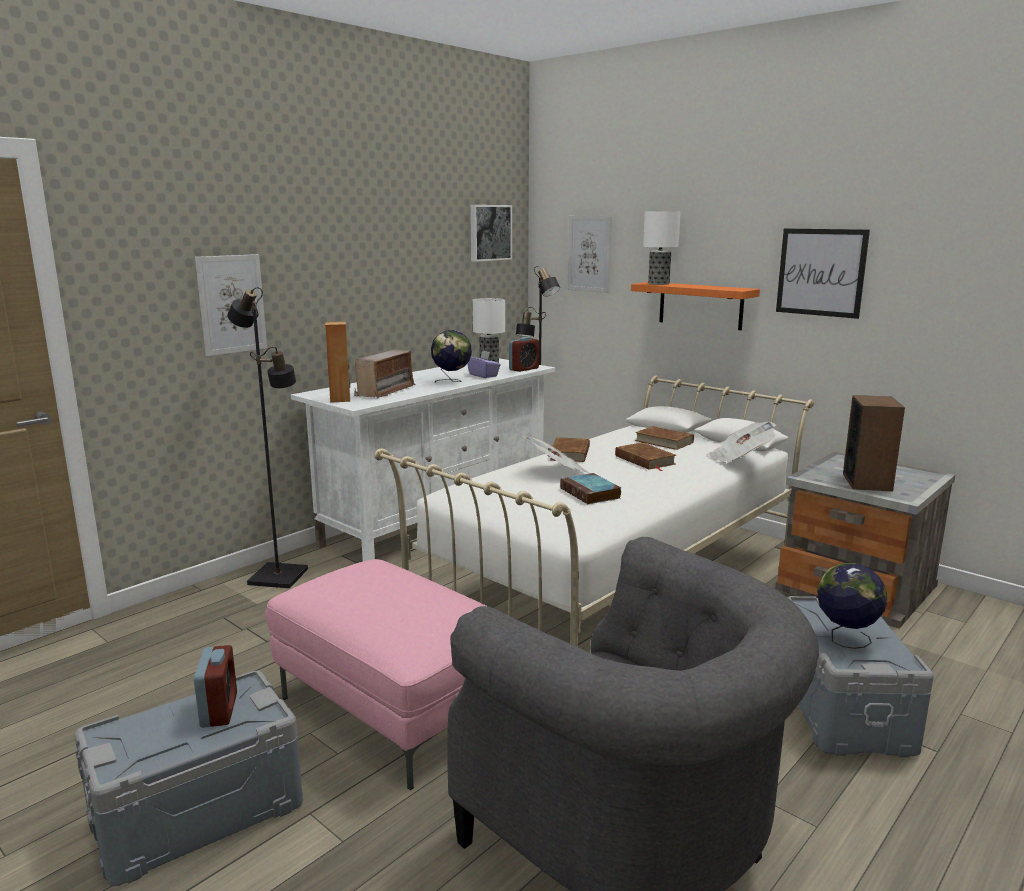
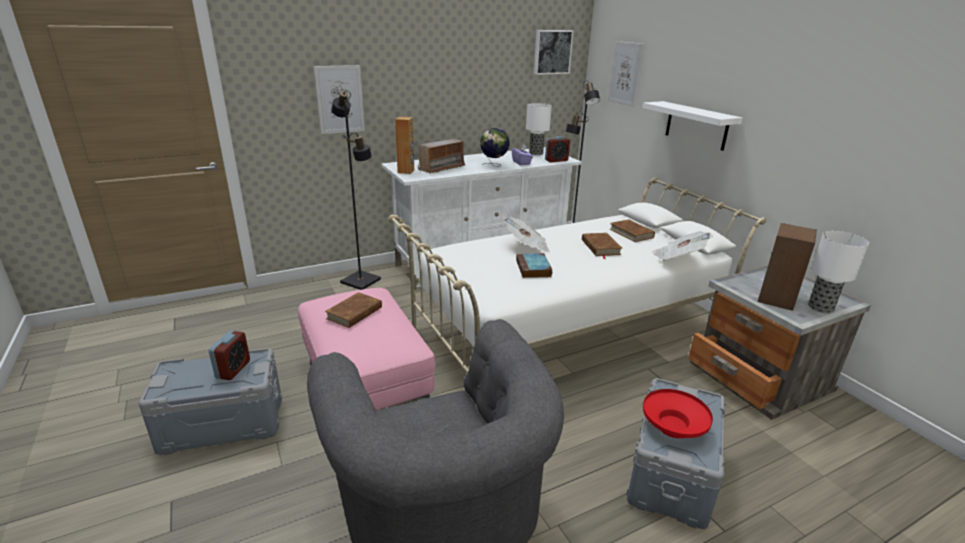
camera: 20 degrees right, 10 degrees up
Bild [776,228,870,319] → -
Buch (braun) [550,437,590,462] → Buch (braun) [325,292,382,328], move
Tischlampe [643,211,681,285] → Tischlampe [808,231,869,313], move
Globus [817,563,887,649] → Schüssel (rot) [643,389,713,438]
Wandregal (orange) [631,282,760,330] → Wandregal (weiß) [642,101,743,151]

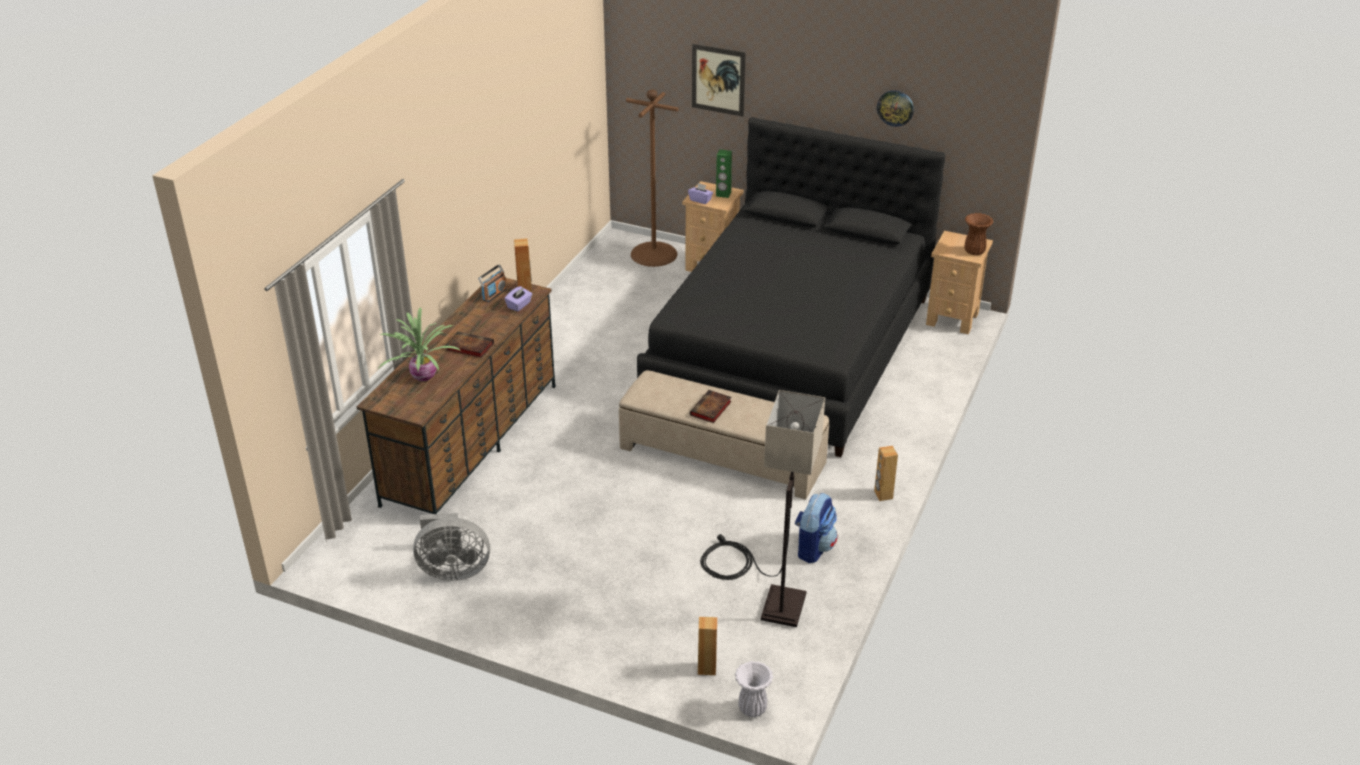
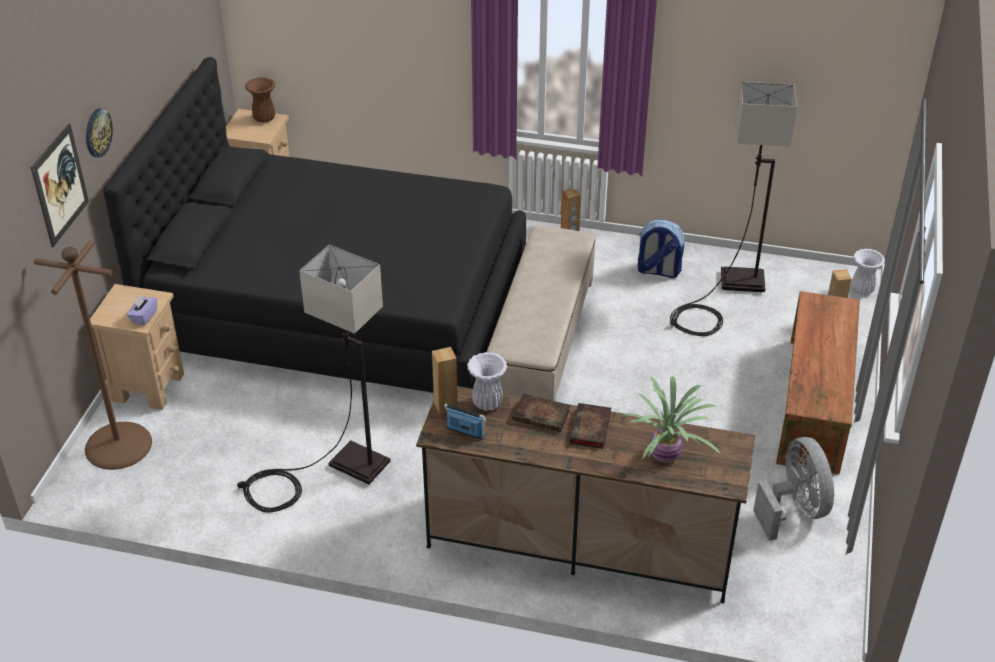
camera: 100 degrees left, 5 degrees up
Lautsprecher (grün) [716,149,732,198] → -
- → Stehlampe [237,245,391,512]
- → Bank (braun) [776,291,860,474]
Buch [690,390,732,423] → Buch [513,394,570,432], move
Wanduhr [877,90,914,127] → Wanduhr [86,109,113,158], move
Taschentuchbox (lila) [505,286,532,311] → Vase (weiß) [467,352,507,411]

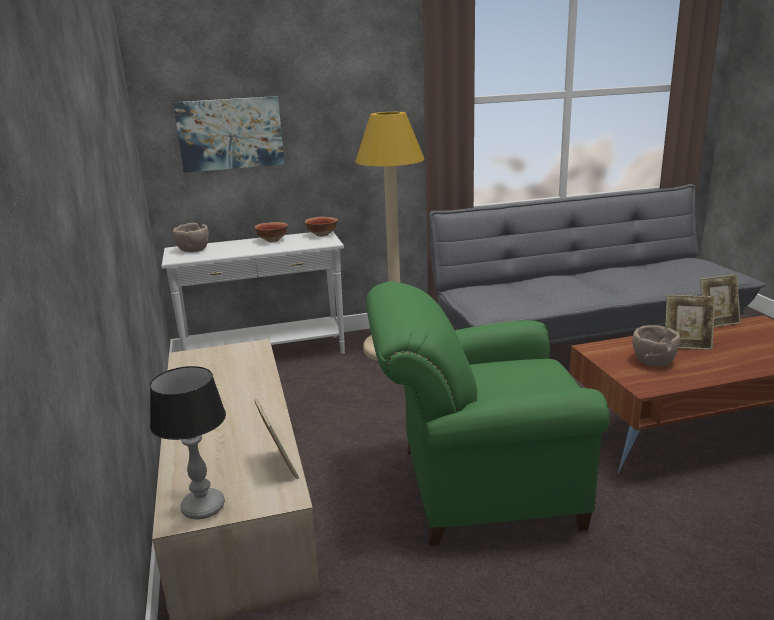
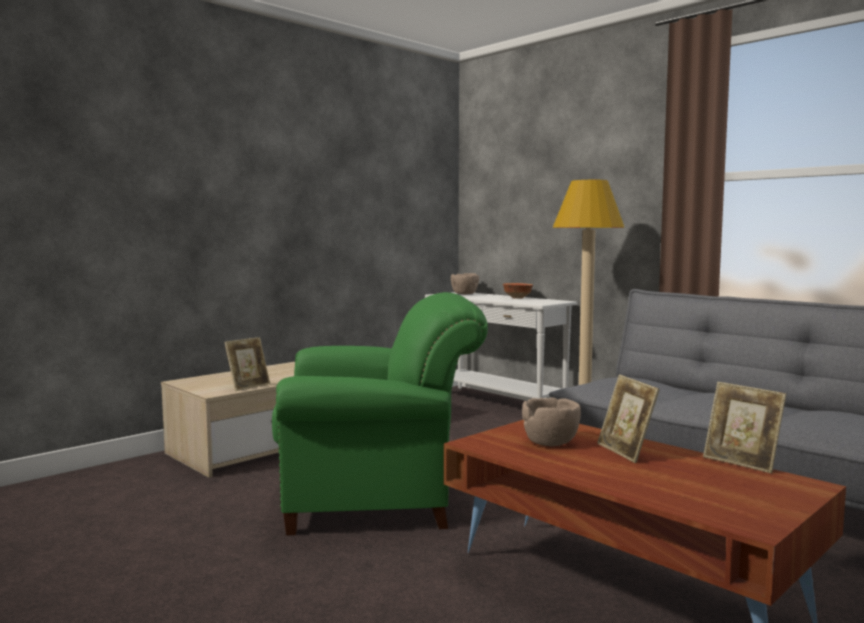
camera: 60 degrees right, 15 degrees down
Tischlampe [150,366,226,520] → -
Bild [173,96,284,173] → -
Schüssel [305,217,338,237] → -
Sessel (grün) [366,281,610,546] → Sessel (grün) [272,292,488,535], 120 degrees clockwise

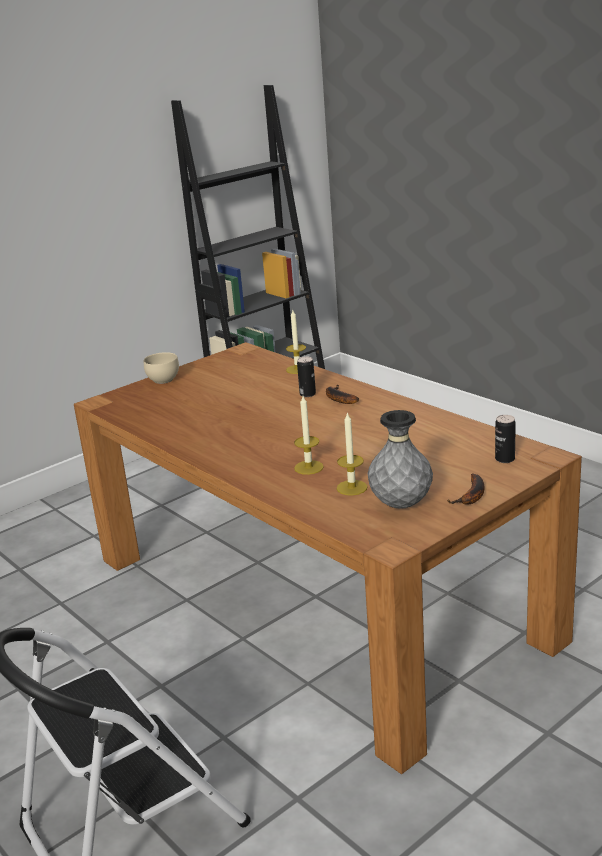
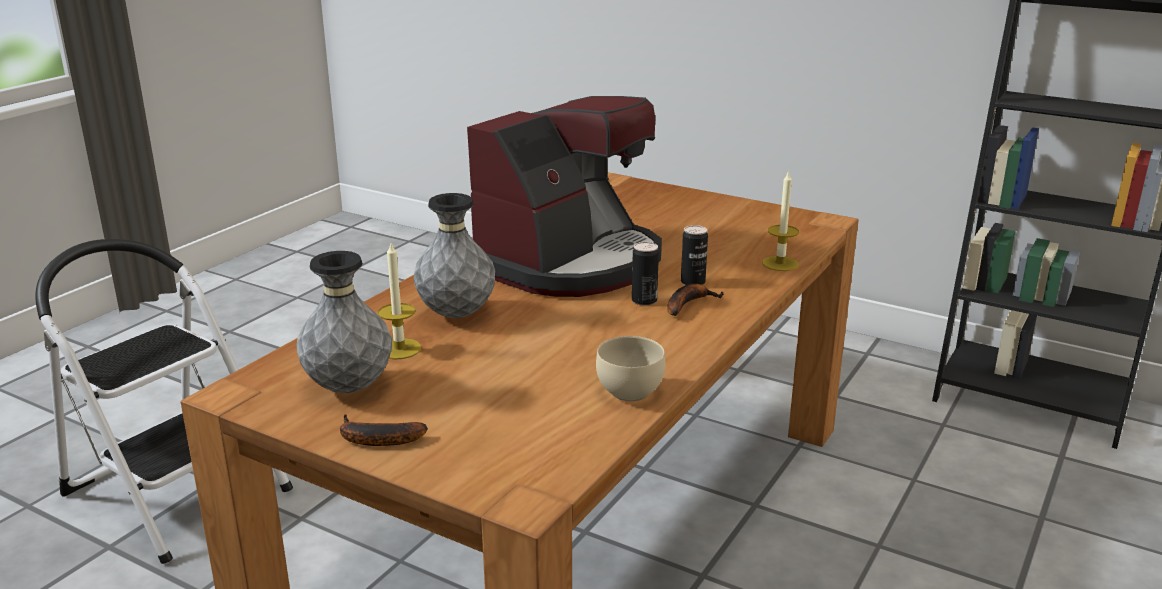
camera: 70 degrees right, 0 degrees up
- → Kaffeemaschine [467,96,662,297]
Schüssel (beige) [144,352,179,384] → Schüssel (beige) [596,336,665,401], move
Dose [495,415,516,463] → Dose [632,242,659,306], move
Kerze [294,396,324,475] → Vase (grau) [413,193,495,318]

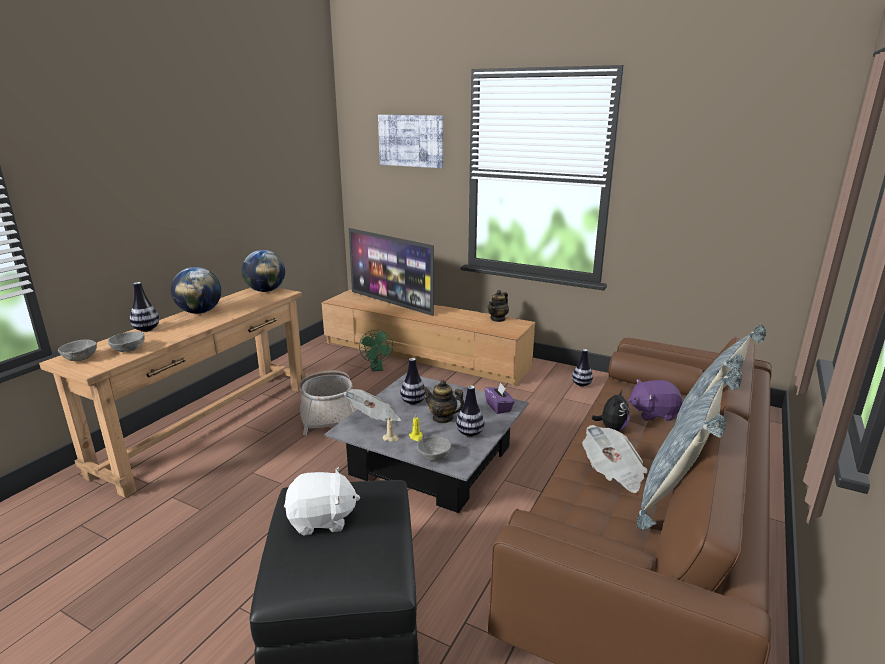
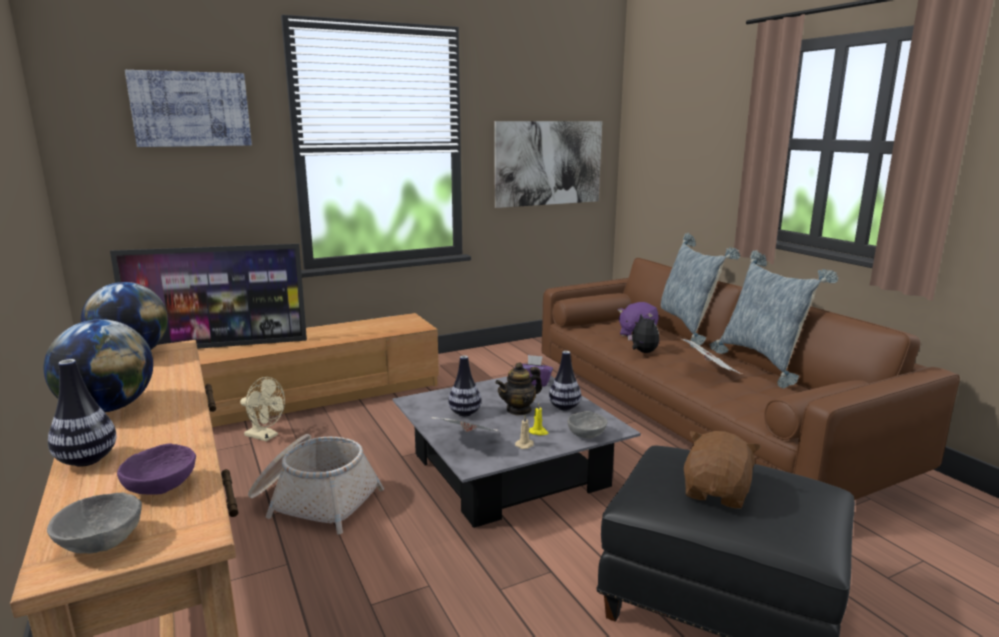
camera: 55 degrees left, 5 degrees down
Teekanne [488,290,509,322] → -
Vase [572,349,593,387] → -
- → Bild [494,121,602,208]
Schüssel (grau) [108,332,145,352] → Schüssel (lila) [117,443,196,495]
Plüschtier (weiß) [284,467,360,535] → Plüschtier (braun) [684,431,760,509]
Ventilator (grün) [359,330,393,371] → Ventilator (beige) [240,377,285,441]

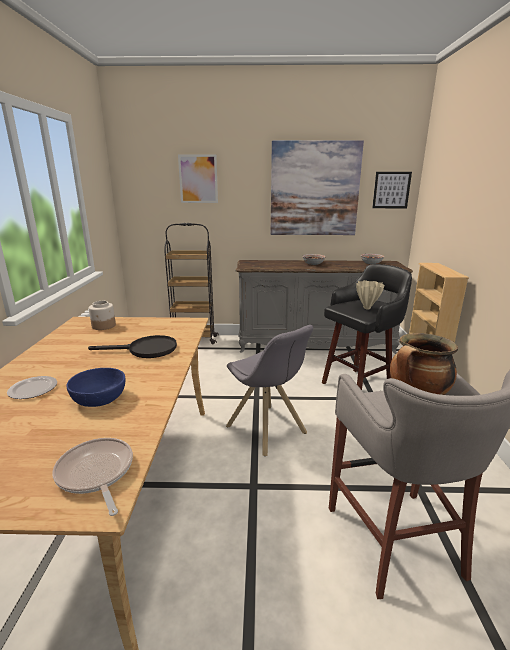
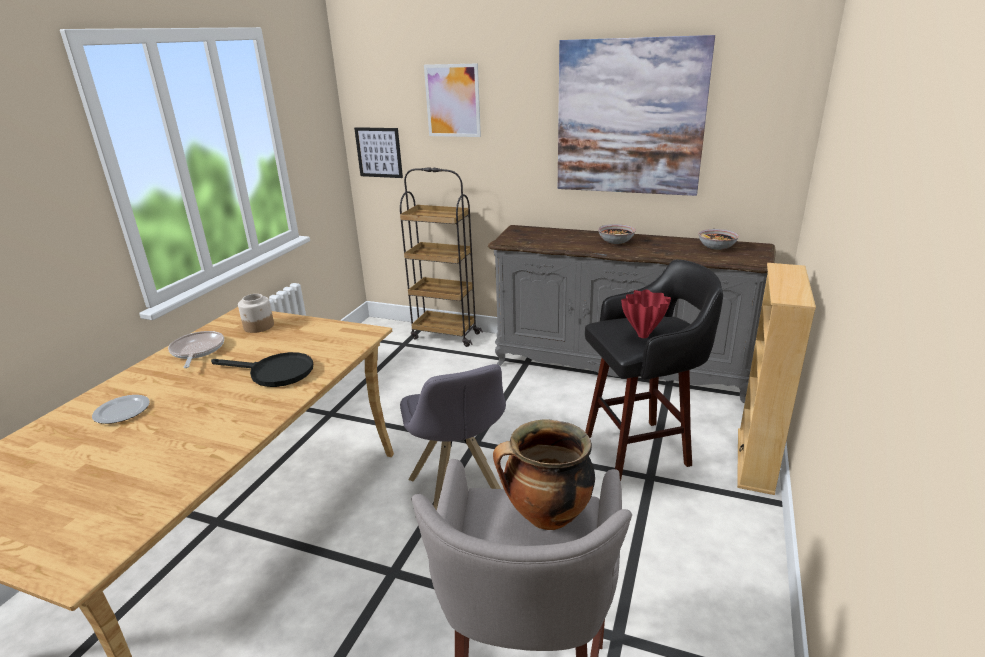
camera: 20 degrees right, 5 degrees up
Schüssel (blau) [66,368,125,407] → -
Pfanne [52,438,133,516] → Pfanne [168,331,224,368], move
Bild [372,172,412,208] → Bild [354,127,403,178], move
Vase (beige) [356,280,384,309] → Vase (rot) [621,289,671,338]

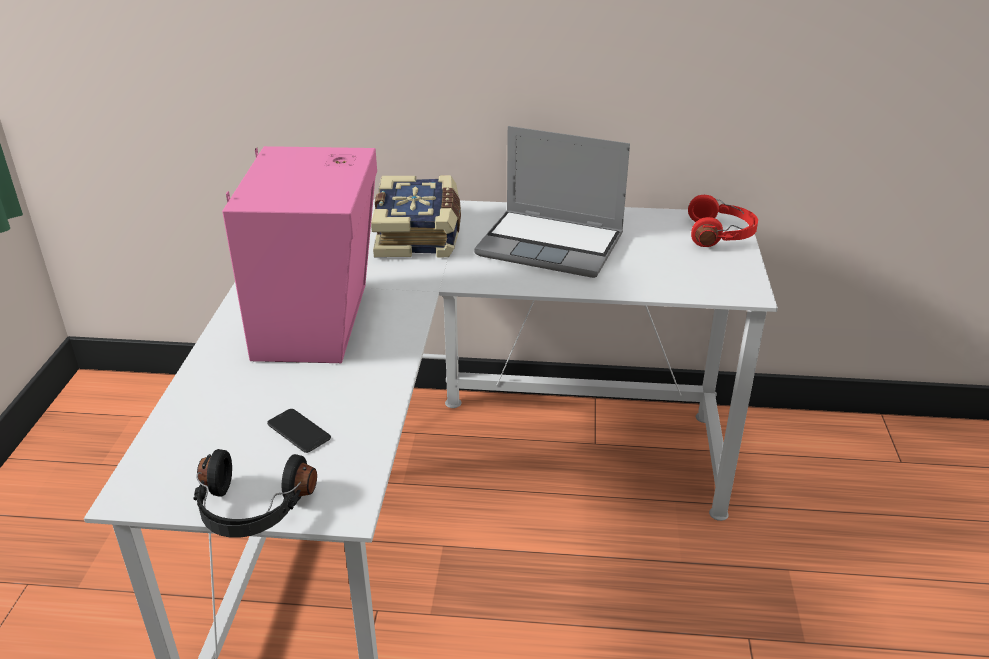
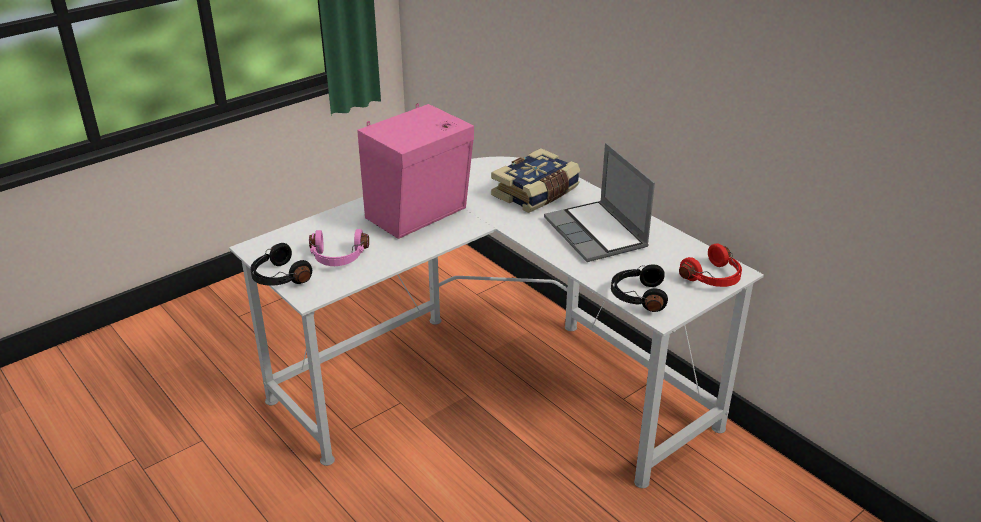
camera: 45 degrees right, 0 degrees up
- → Kopfhörer (schwarz) [611,265,668,312]
Handy [267,409,331,453] → Kopfhörer (rosa) [309,229,369,266]

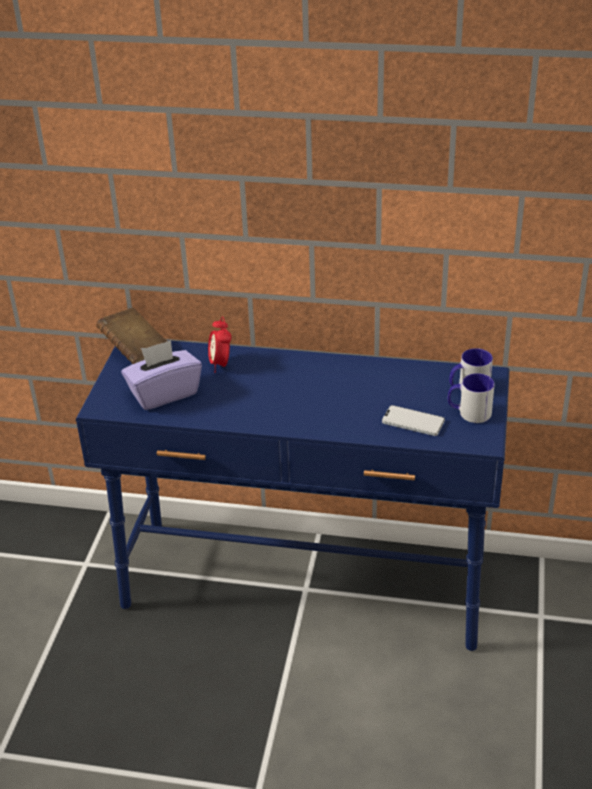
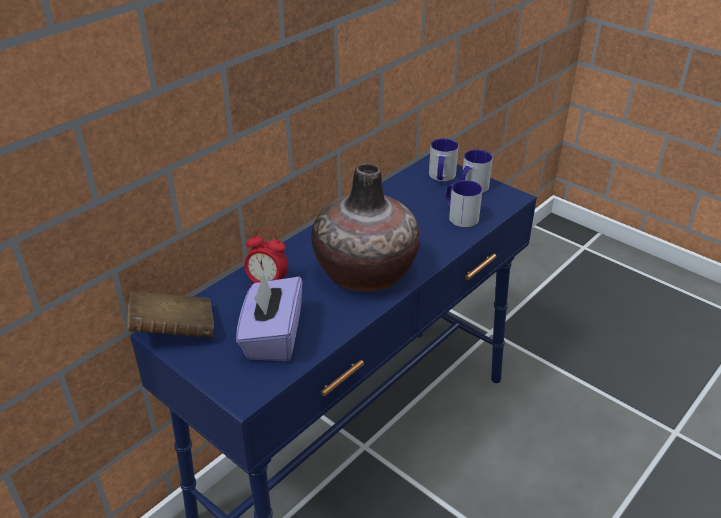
camera: 60 degrees left, 0 degrees up
- → Vase [311,164,420,291]
Handy [382,405,445,436] → Henkelbecher [446,180,482,227]

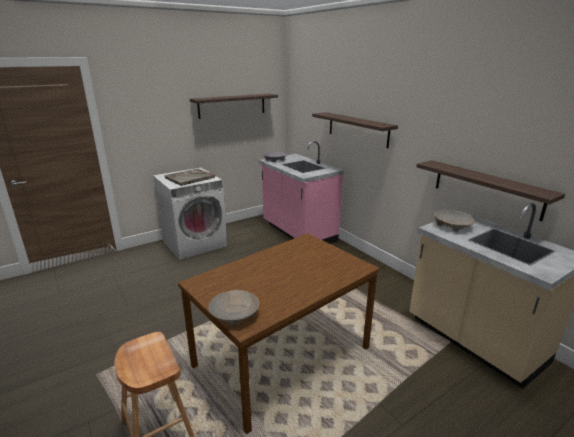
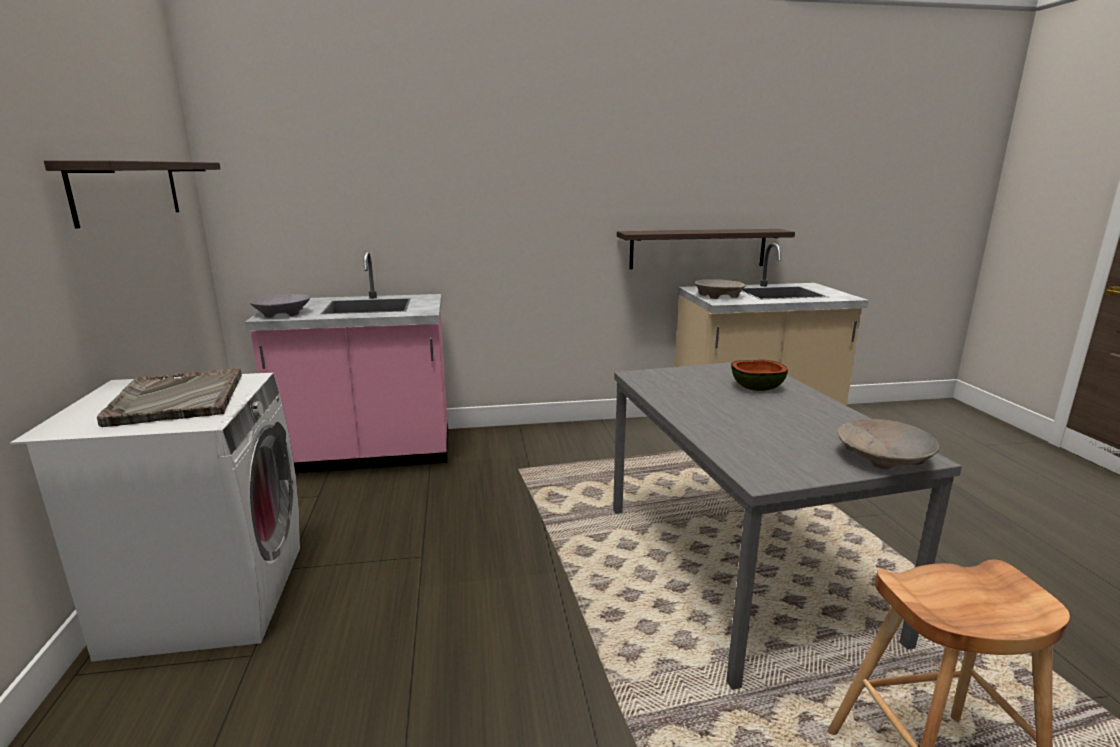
camera: 65 degrees left, 5 degrees down
Wandregal [312,112,398,148] → -
- → Schüssel [731,360,788,391]
Esstisch (braun) [178,233,380,434] → Esstisch (grau) [613,360,962,690]

